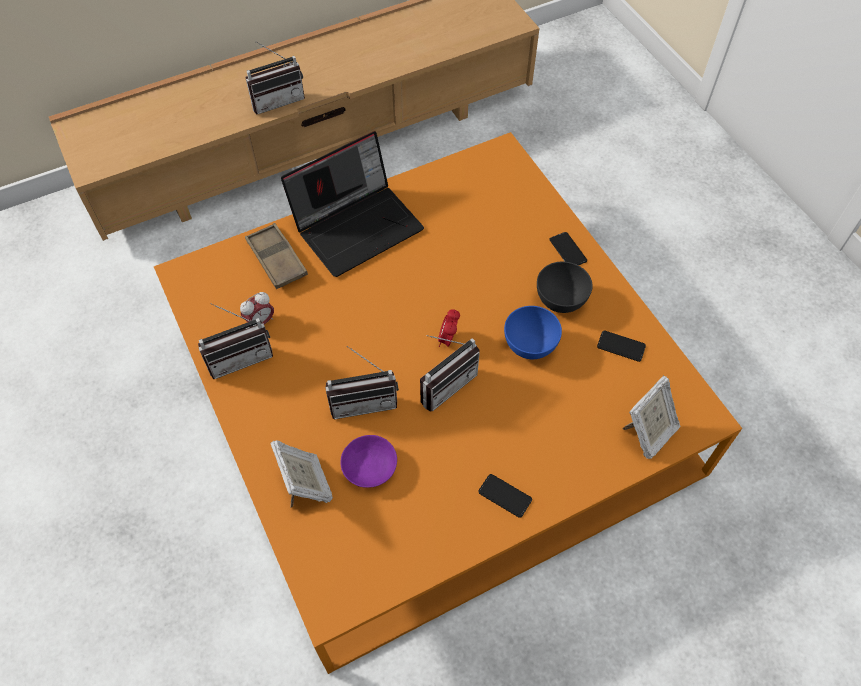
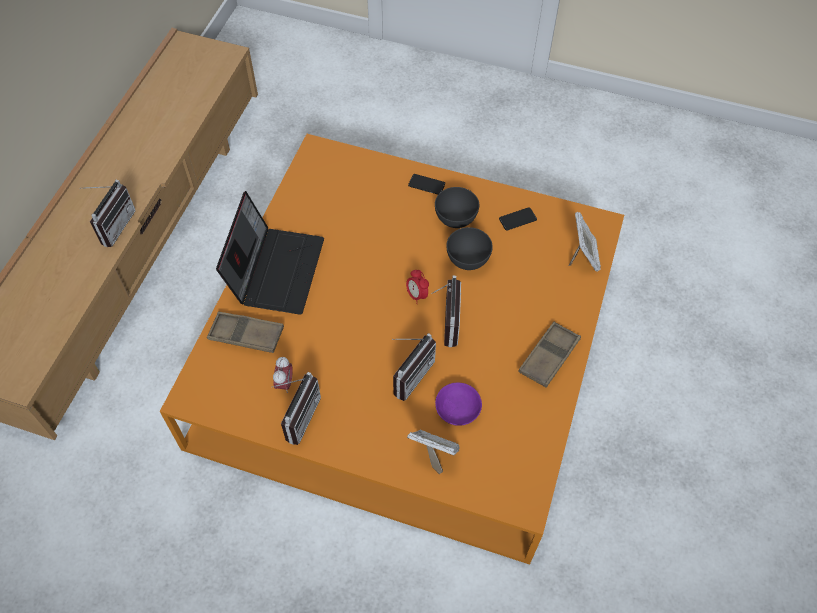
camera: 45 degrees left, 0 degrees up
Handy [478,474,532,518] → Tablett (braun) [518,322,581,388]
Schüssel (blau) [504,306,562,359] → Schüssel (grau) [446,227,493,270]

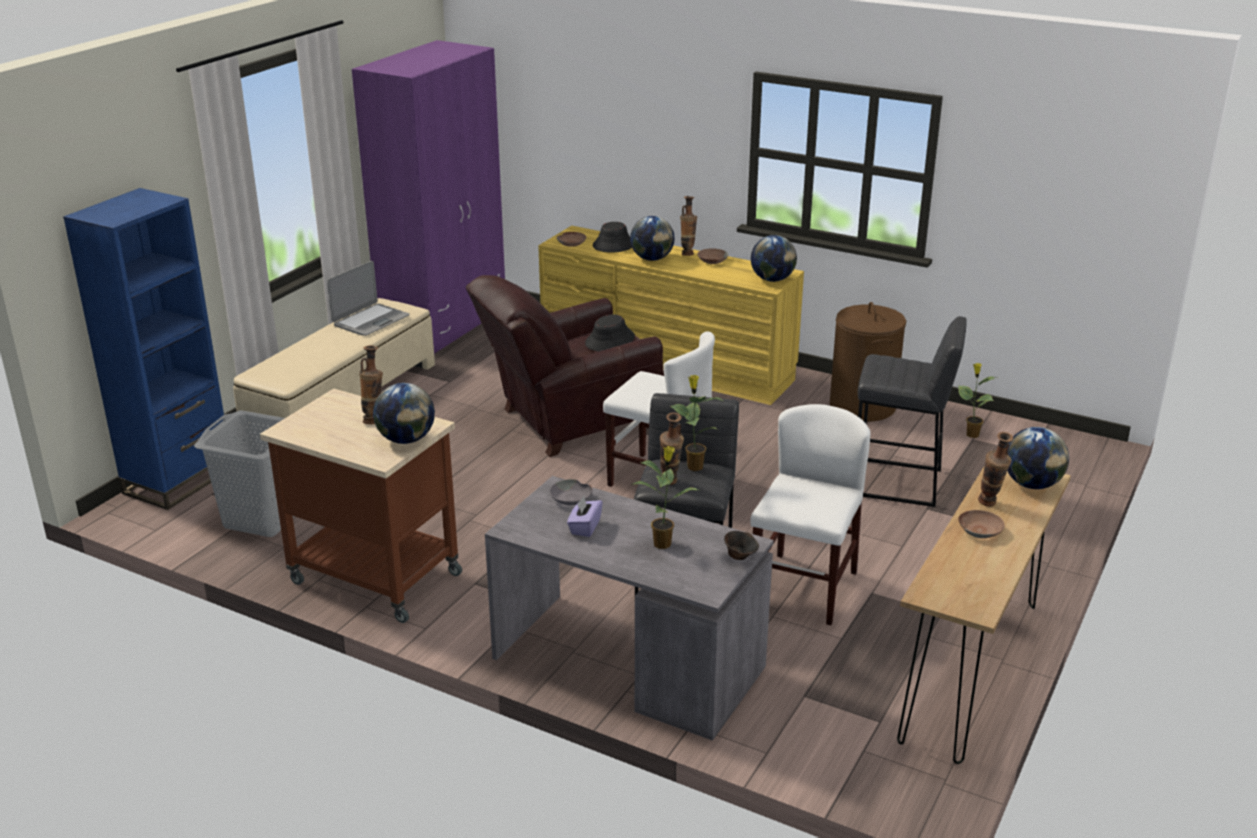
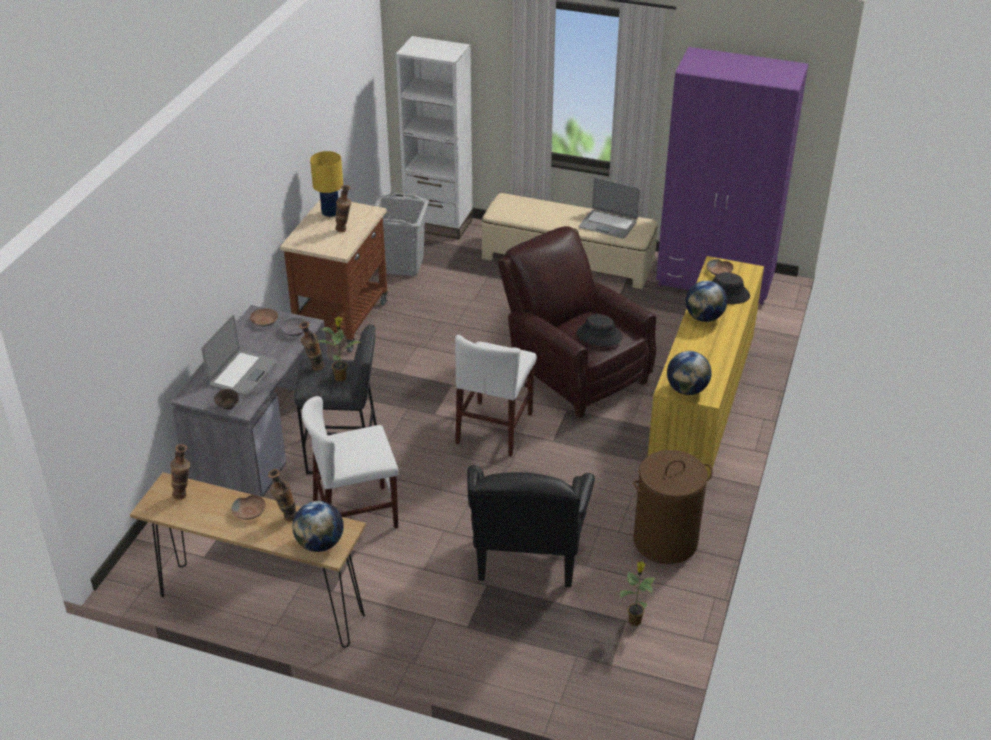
camera: 80 degrees right, 10 degrees up
Globus [373,383,435,444] → -
Taschentuchbox (lila) [567,496,603,537] → -
- → Tischlampe (gelb) [310,151,343,217]
Vase [680,196,697,256] → Vase [171,444,190,500], move
Schüssel (braun) [697,249,728,264] → Schüssel (braun) [250,308,278,327], move
Topfpflanze [633,446,698,549] → Laptop [201,315,277,395]
Hocker (grau) [858,316,967,507] → Sessel (schwarz) [467,465,595,587]
Bücherregal (blau) [63,188,224,510] → Bücherregal (weiß) [396,36,473,239]
Stuhl (weiß) [750,404,871,625] → Stuhl (weiß) [302,396,399,528], 150 degrees clockwise

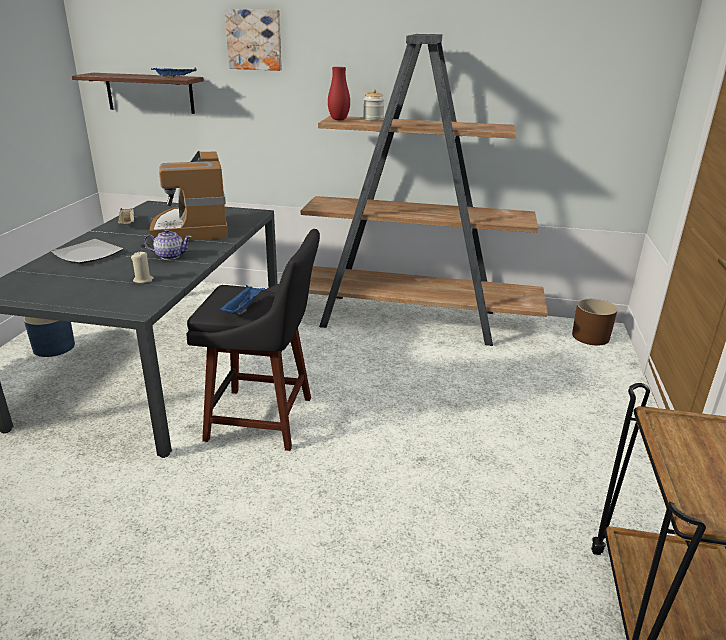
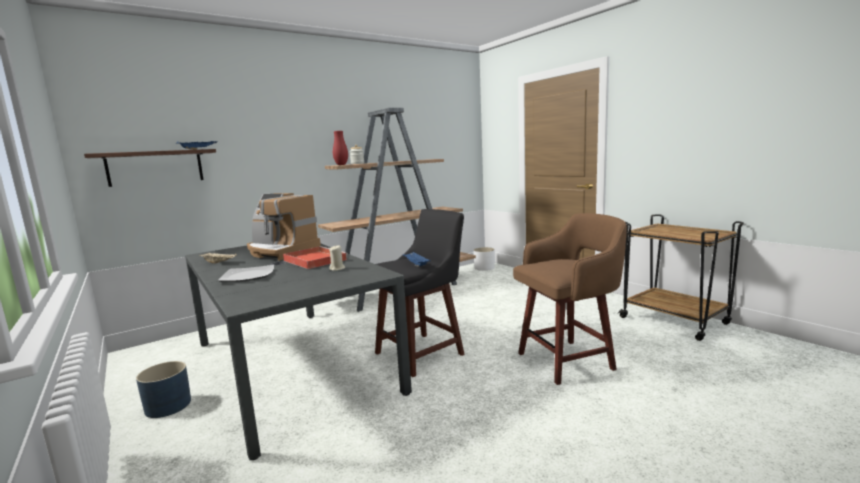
camera: 45 degrees left, 15 degrees down
Bild [225,9,282,71] → -
- → Hocker (braun) [513,213,627,385]
Teekanne [144,229,192,260] → Tablett (rot) [283,246,348,269]
Pflanzkübel (braun) [572,299,617,345] → Pflanzkübel (weiß) [473,247,495,271]

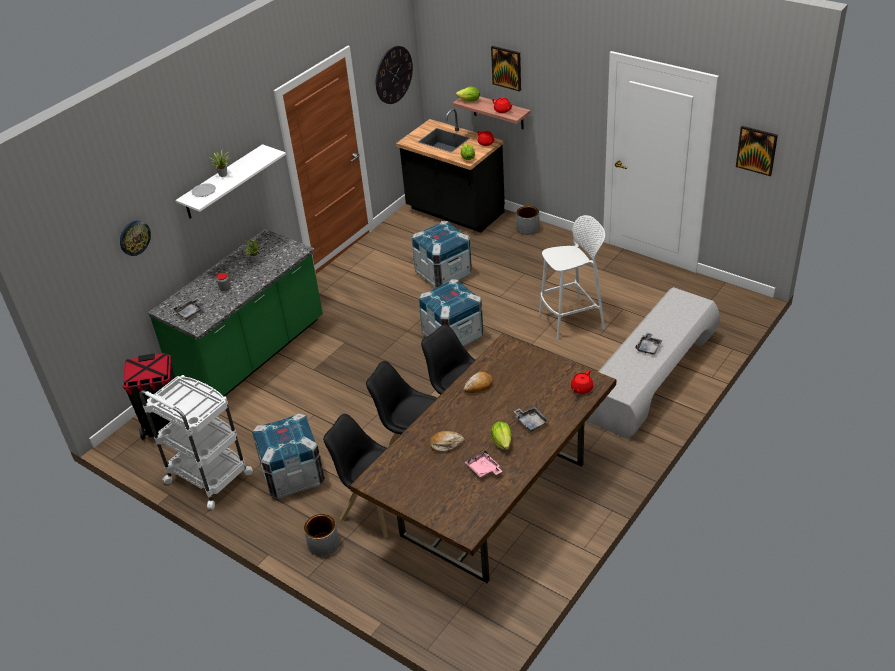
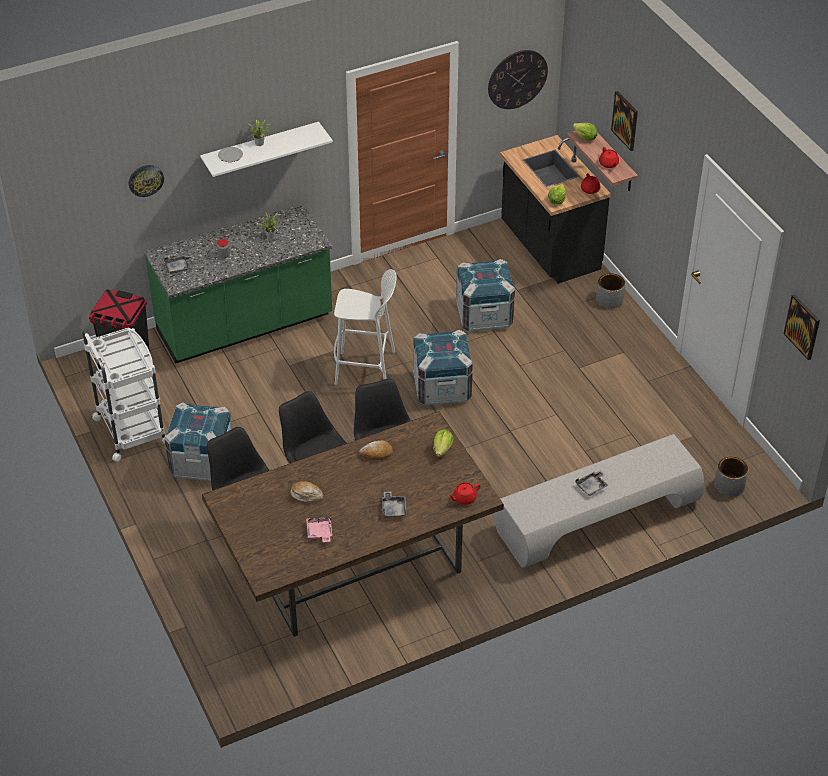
camera: 25 degrees right, 5 degrees up
Pflanzkübel (grau) [304,514,339,556] → Pflanzkübel (grau) [714,457,748,496], move
Salatkopf [491,421,512,450] → Salatkopf [433,429,454,457], move
Hocker (weiß) [539,215,605,339] → Hocker (weiß) [334,269,397,385], move

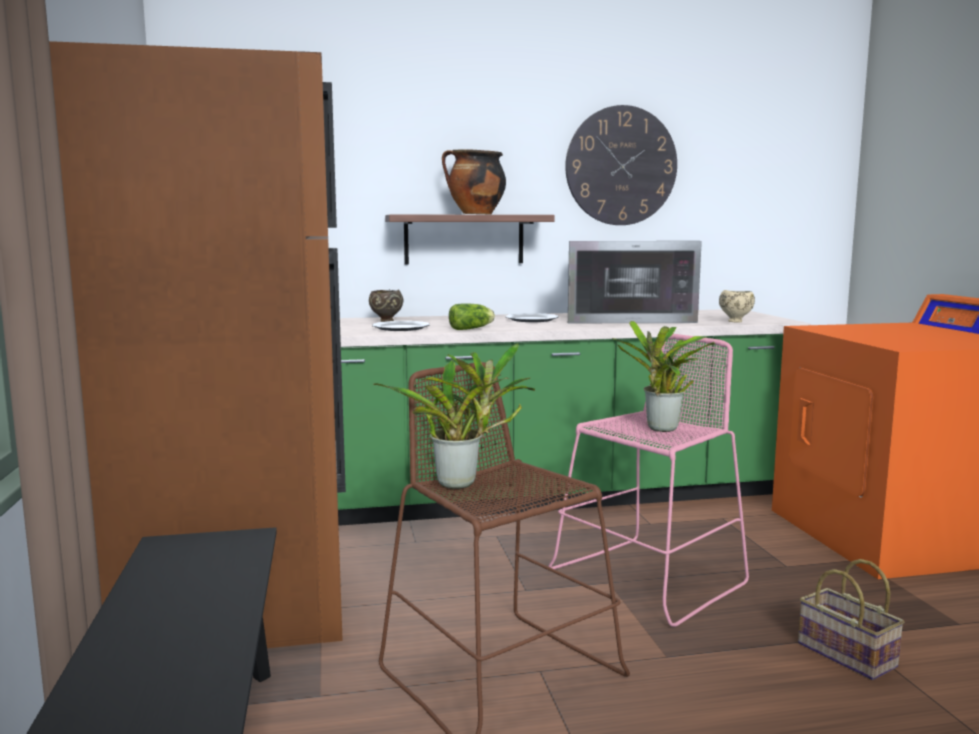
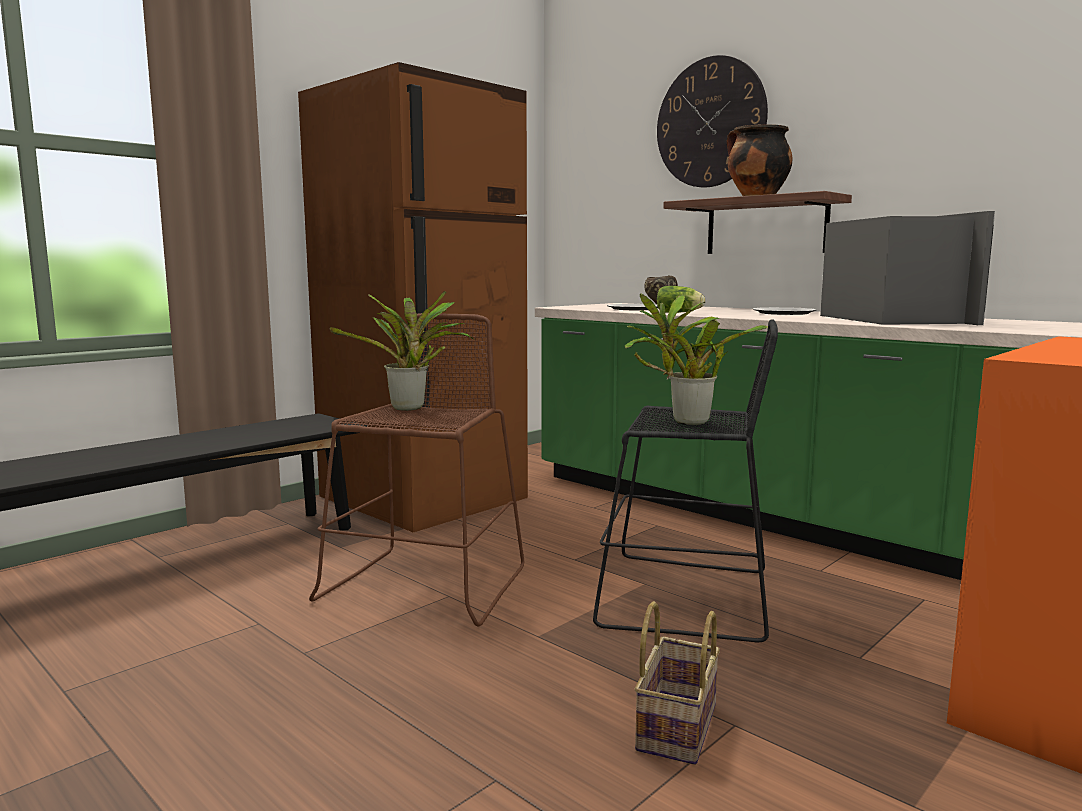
camera: 55 degrees right, 0 degrees up
Schüssel (beige) [719,290,755,322] → -
Wanduhr [565,105,677,225] → Wanduhr [657,55,768,188], move
Hocker (rosa) [548,334,749,627] → Hocker (schwarz) [593,319,778,642]
Mikrowelle [568,241,702,323] → Mikrowelle [820,211,995,325], 150 degrees counterclockwise

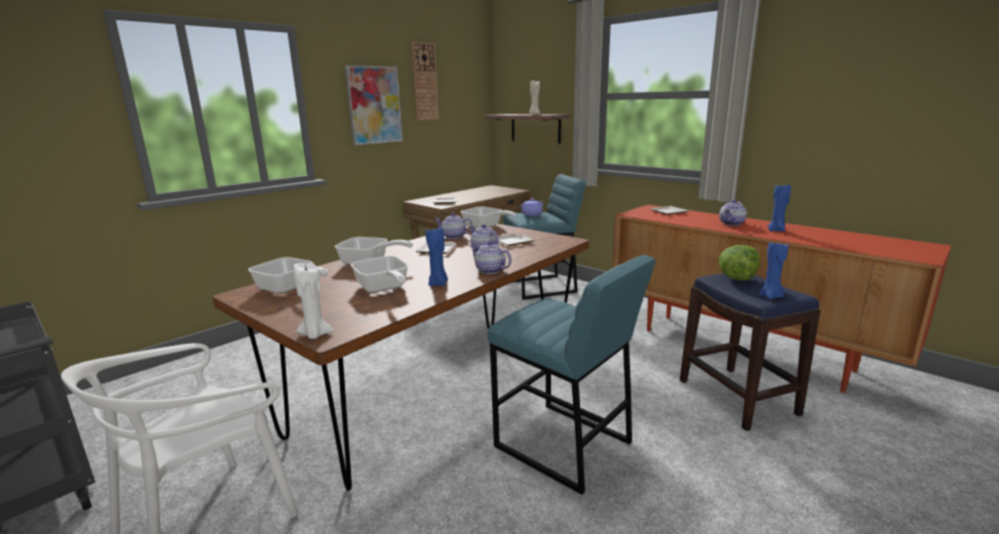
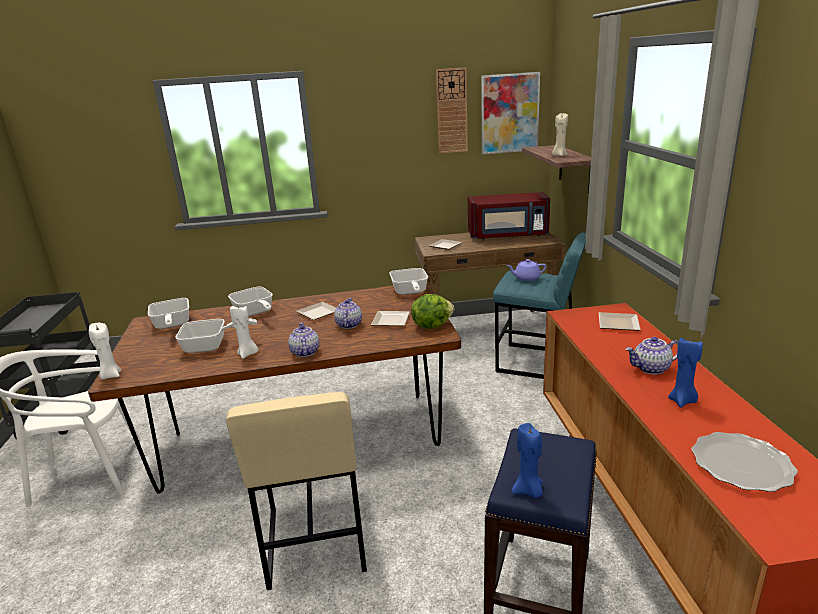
camera: 40 degrees right, 5 degrees up
Teekanne [435,213,473,239] → -
- → Mikrowelle (rot) [468,192,550,240]
- → Teller [691,432,798,492]
Bild [345,65,403,146] → Bild [481,72,540,155], move
Salatkopf [718,245,760,280] → Salatkopf [411,294,454,329], move
Kerze (blau) [425,227,448,286] → Kerze (weiß) [230,306,258,359]
Hocker (blau) [487,255,656,495] → Hocker (beige) [226,392,367,590]
Pfanne [351,256,408,293] → Pfanne [175,319,257,353], 105 degrees counterclockwise

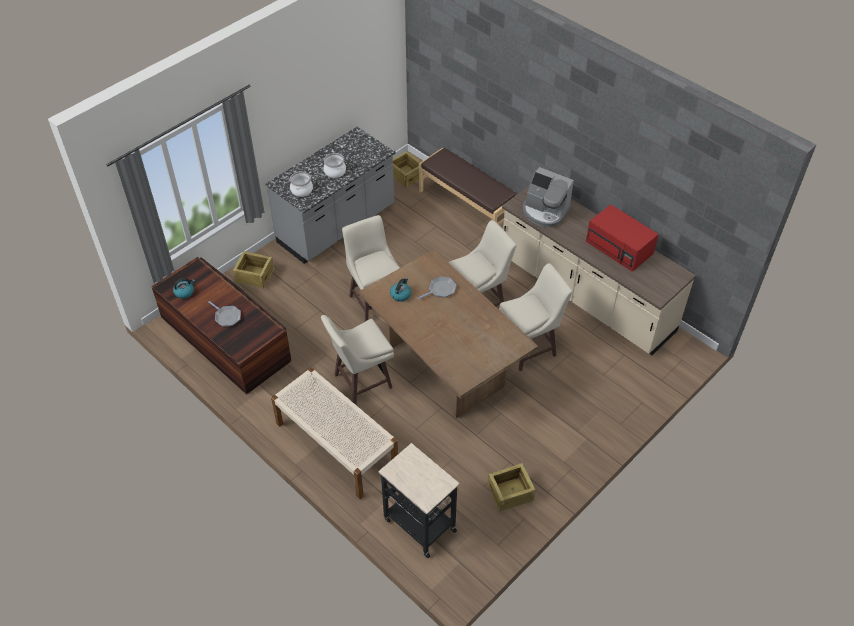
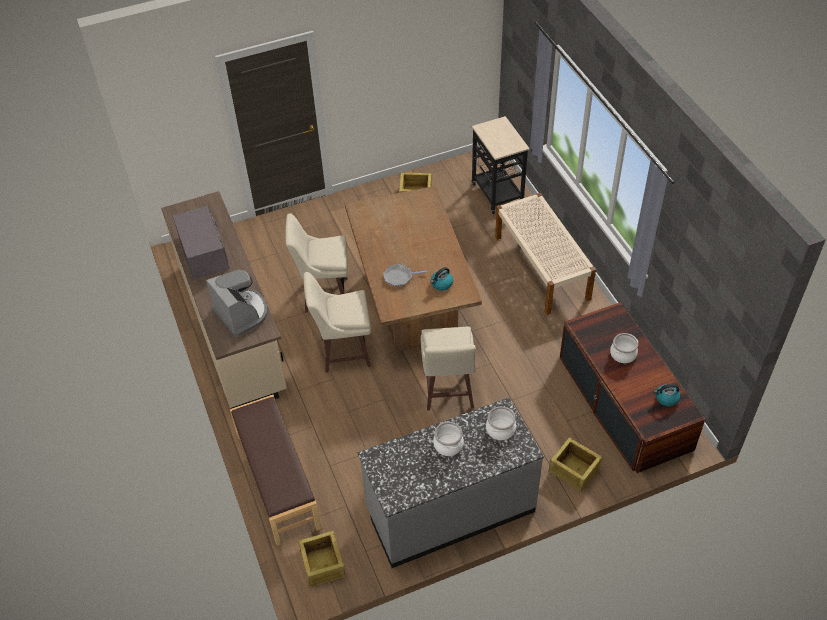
camera: 155 degrees left, 0 degrees up
Hocker (beige) [321,315,394,405] → -
Pfanne [209,301,241,326] → Kochtopf [610,333,638,363]
Mikrowelle (rot) [586,204,659,271] → Mikrowelle (grau) [173,206,229,279]

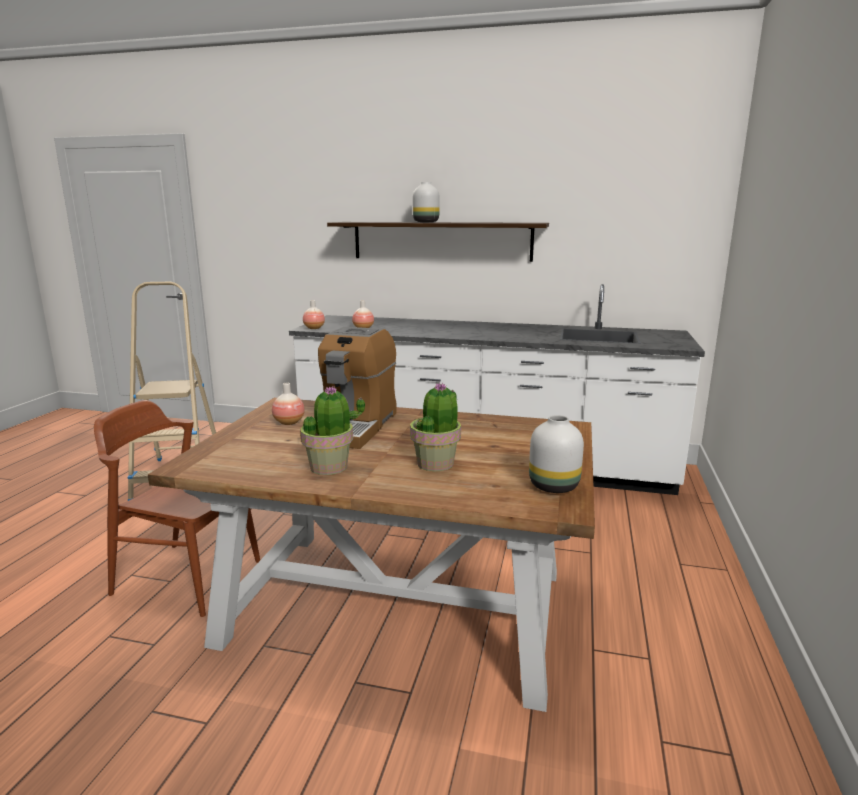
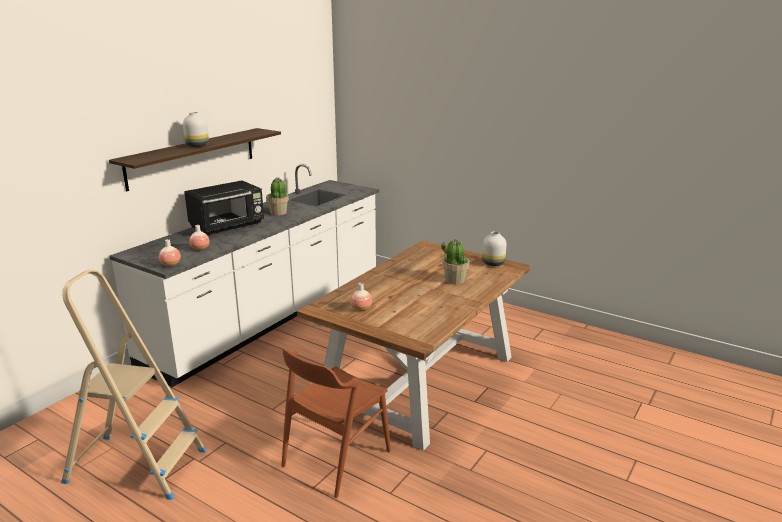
camera: 70 degrees left, 5 degrees up
Kaffeemaschine [300,327,397,449] → -
- → Mikrowelle (schwarz) [184,180,264,236]
Topfpflanze [300,385,365,475] → Topfpflanze [266,177,289,216], move

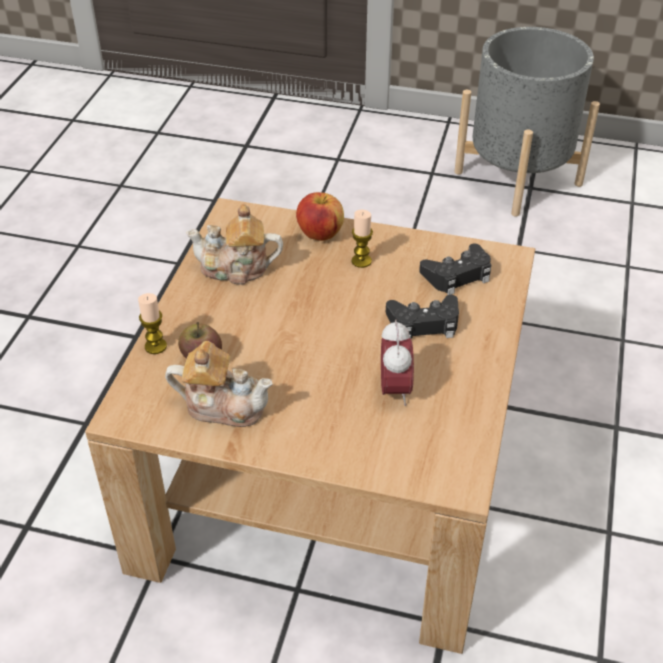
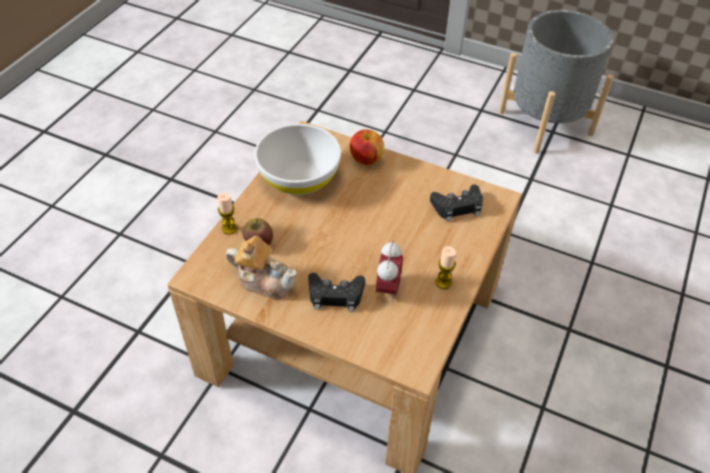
camera: 10 degrees right, 5 degrees up
Kerze [352,210,373,268] → Kerze [435,246,456,289], move
Gamepad (schwarz) [386,295,459,339] → Gamepad (schwarz) [308,273,365,312], move
Teekanne [186,204,283,285] → Schüssel (weiß) [254,124,341,195]

